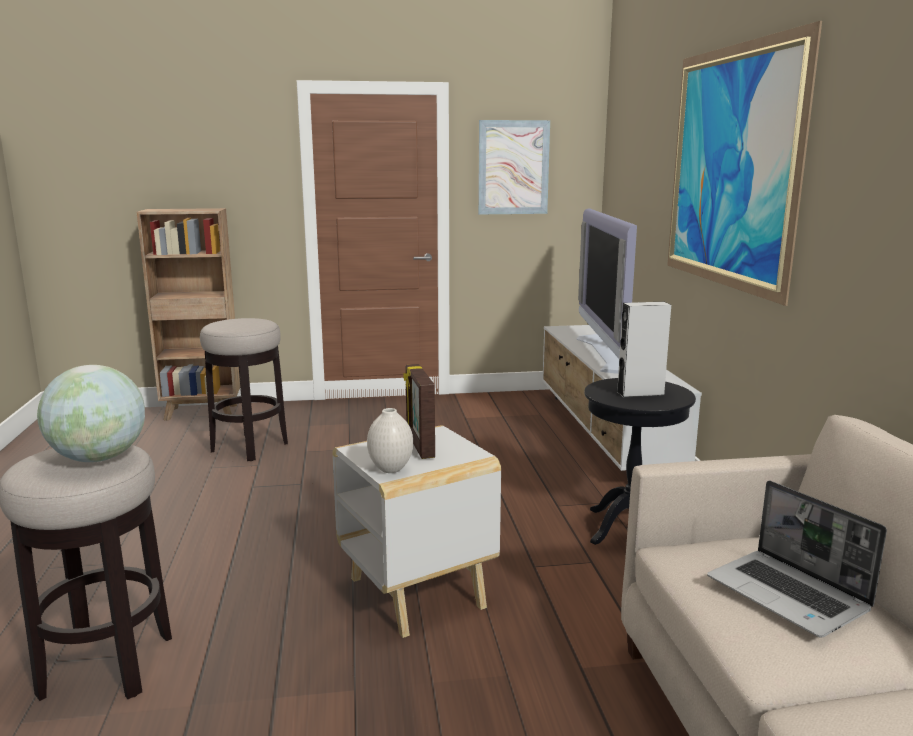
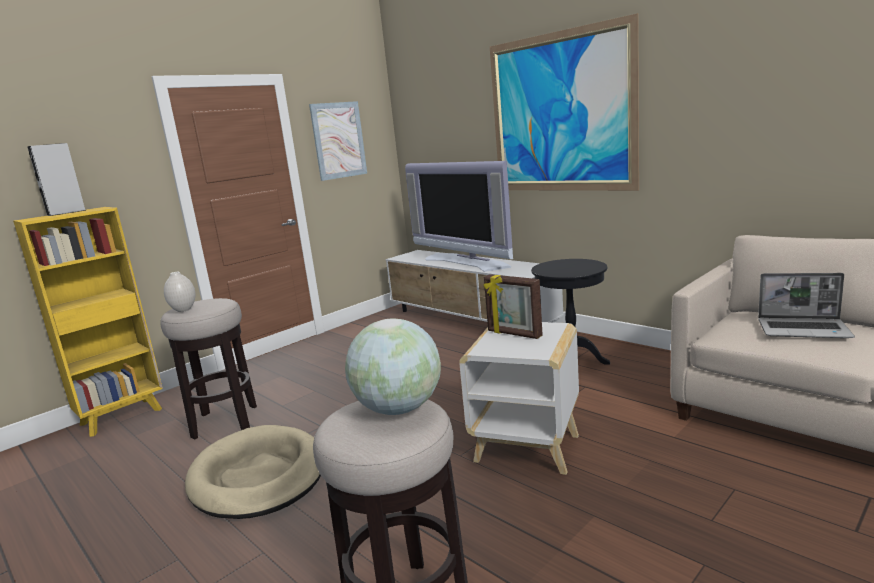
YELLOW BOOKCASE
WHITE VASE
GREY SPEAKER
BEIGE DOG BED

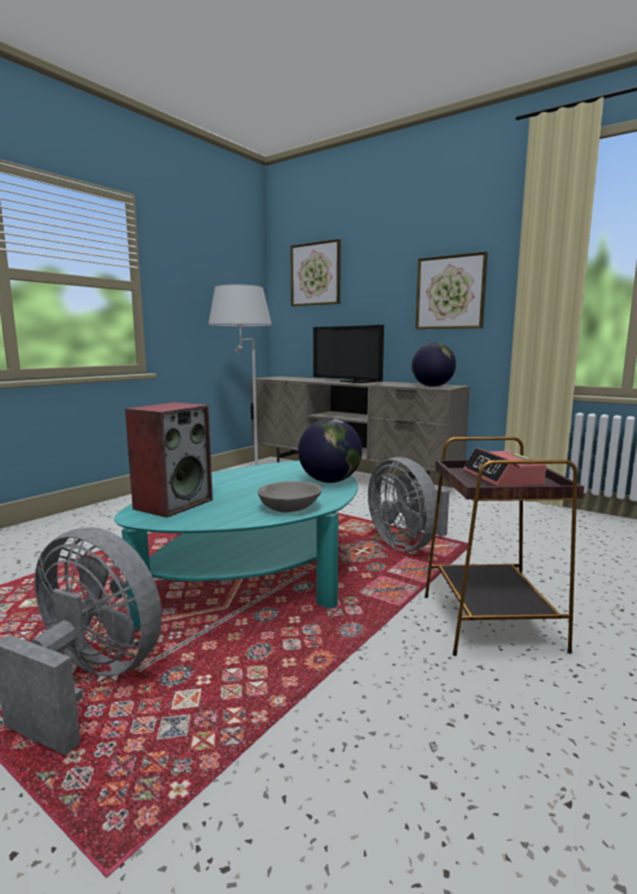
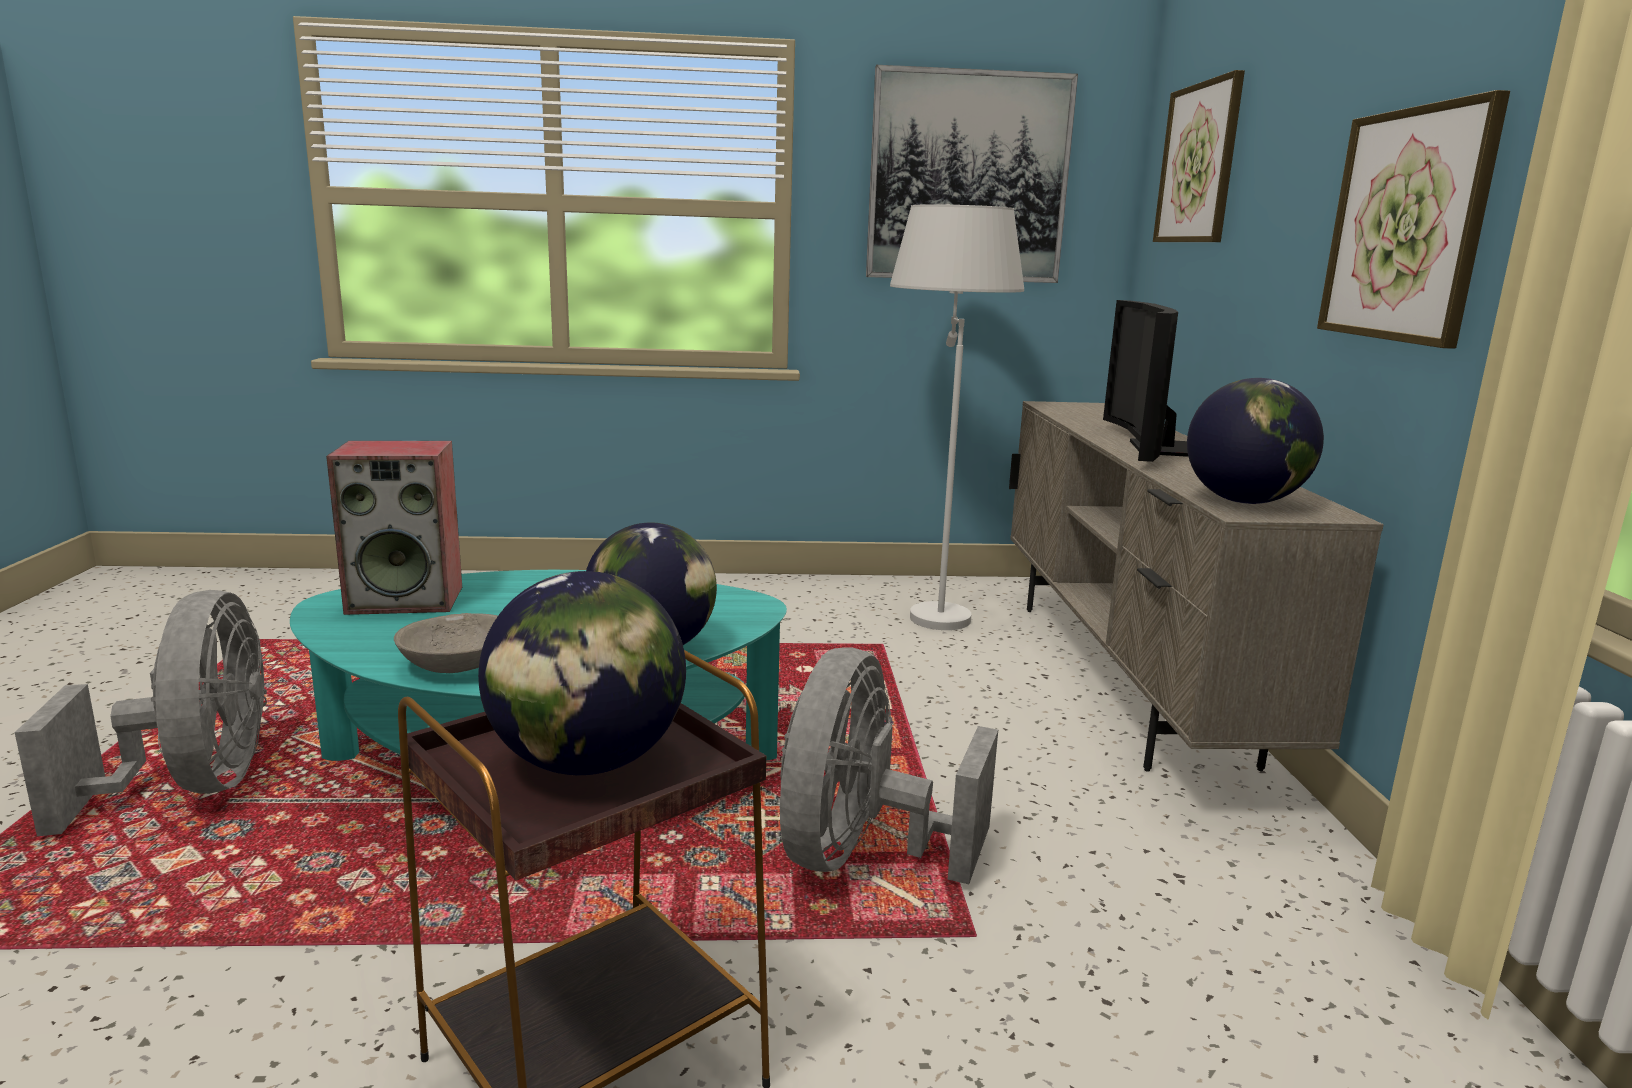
GLOBE (1st from left)
PICTURE (1st from left)

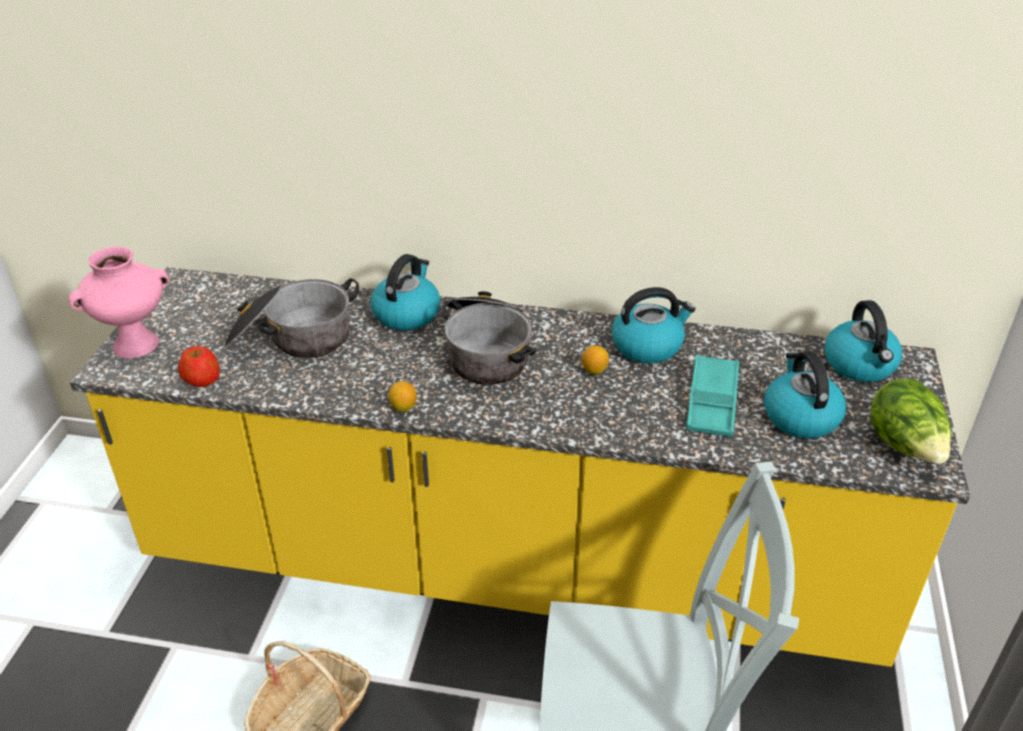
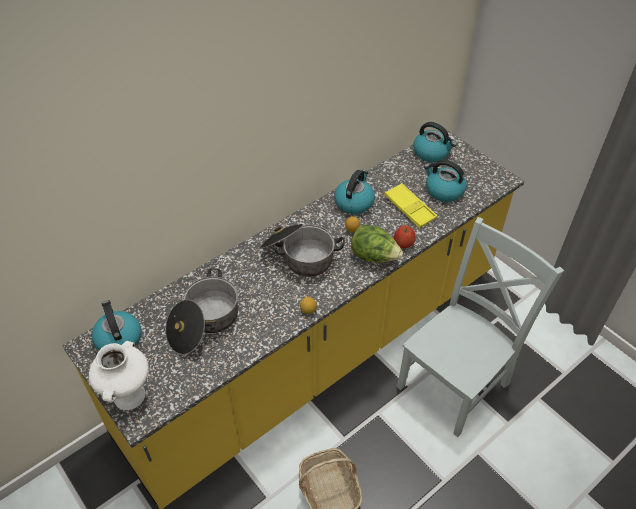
WHITE VASE
APPLE
KETTLE (1st from left)
YELLOW TRAY
LETTUCE

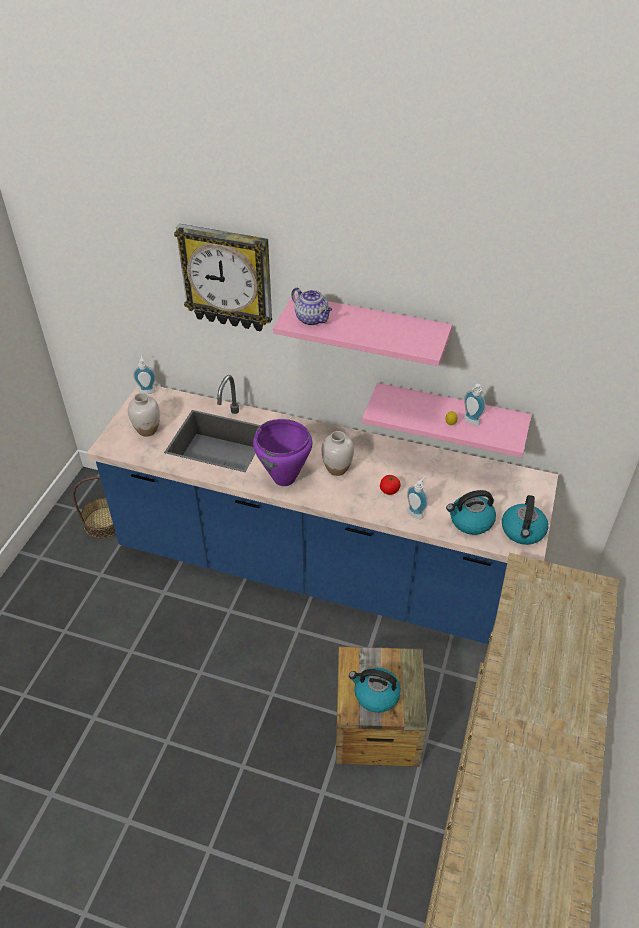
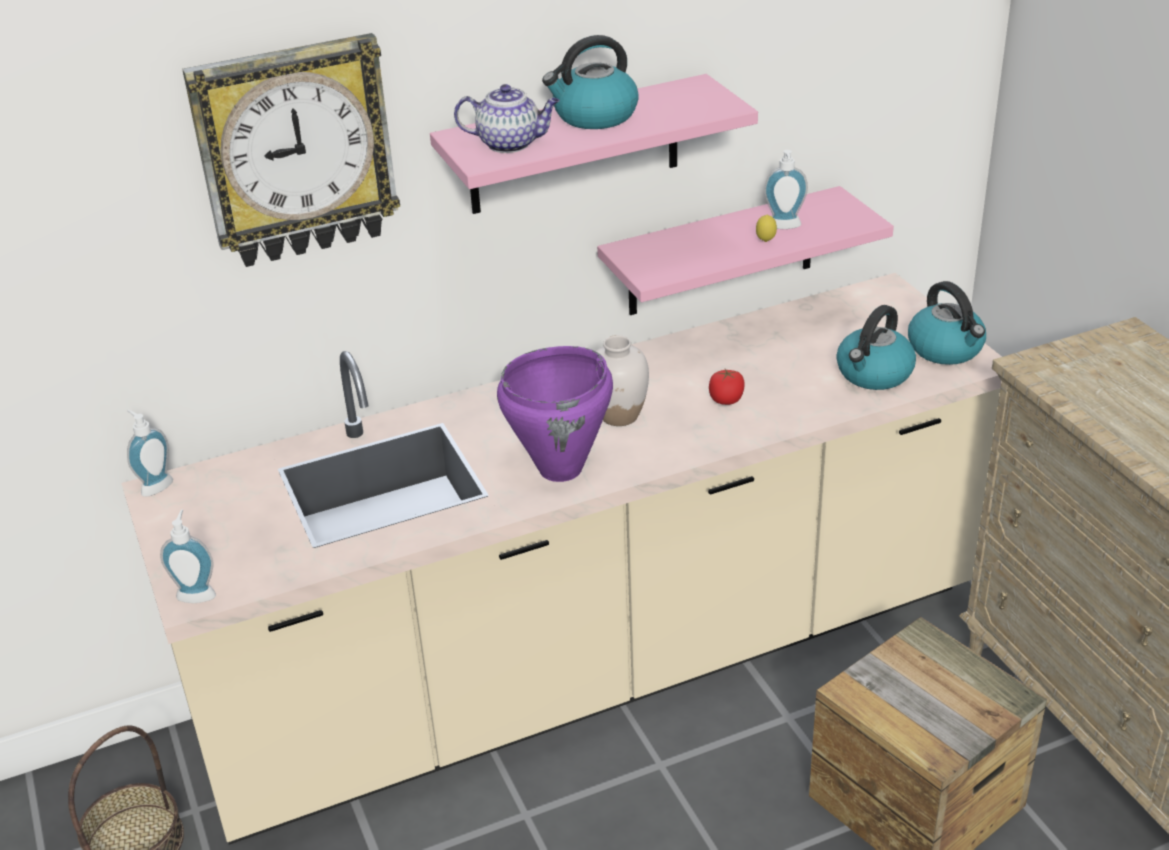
BEIGE COUNTER
WHITE VASE (1st from left in the first image)
KETTLE (1st from left)
SOAP DISPENSER (2nd from left)

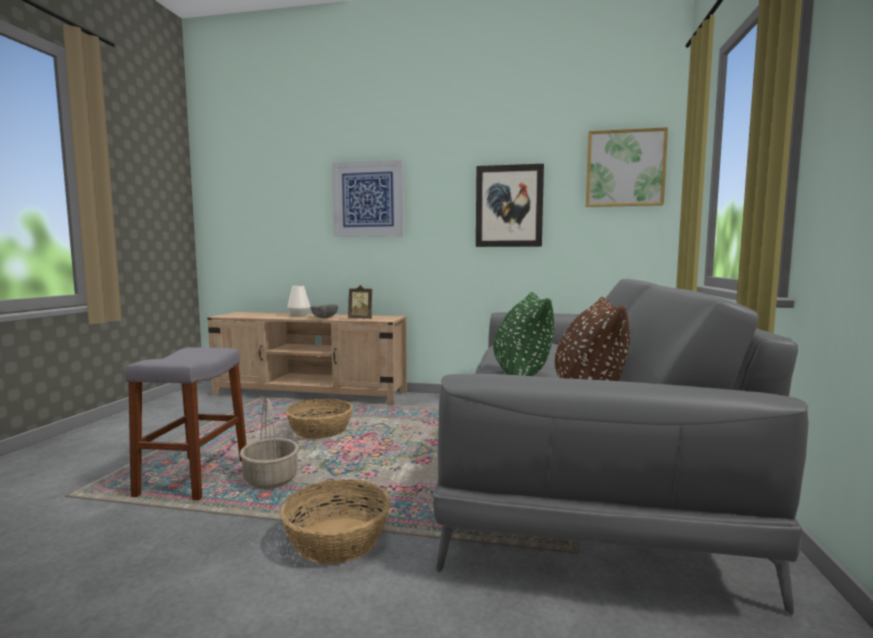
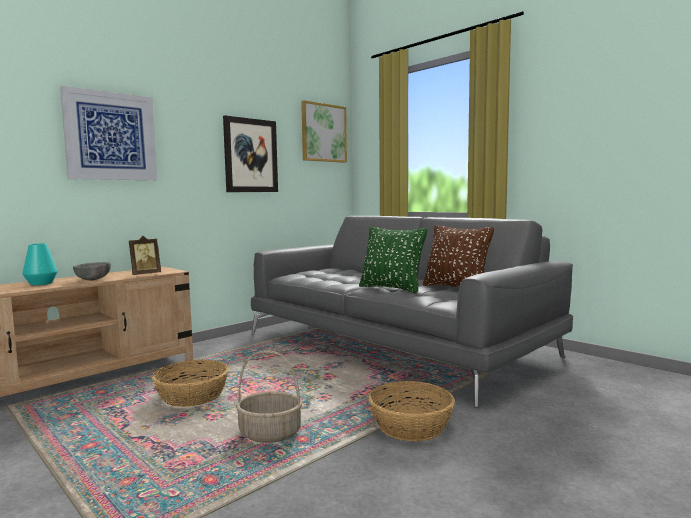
GREY STOOL
TURQUOISE VASE

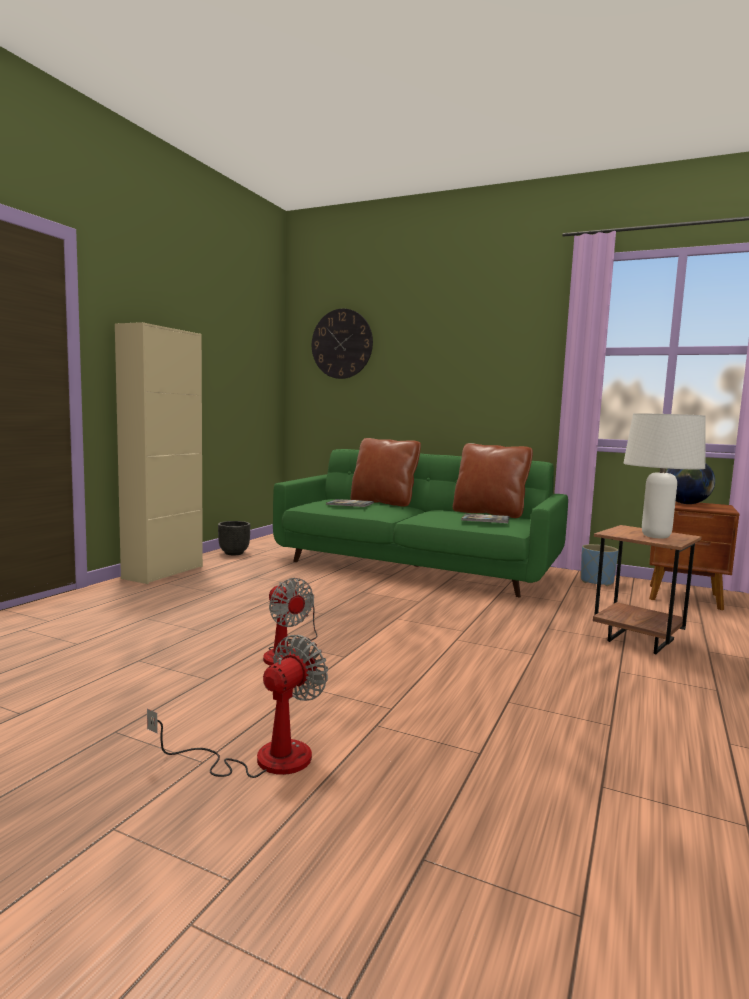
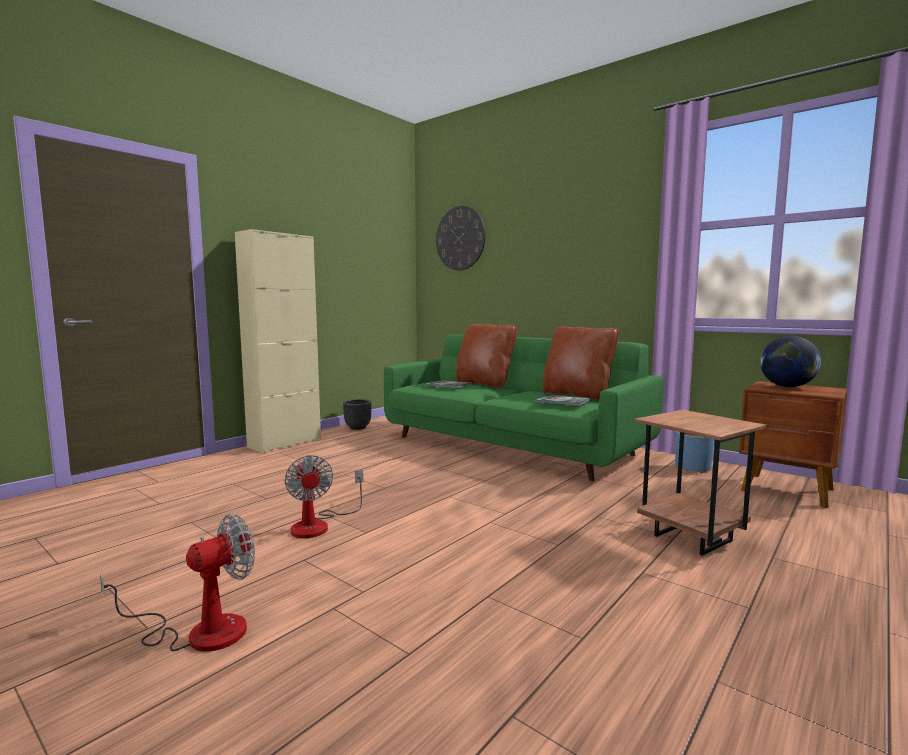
WHITE TABLE LAMP

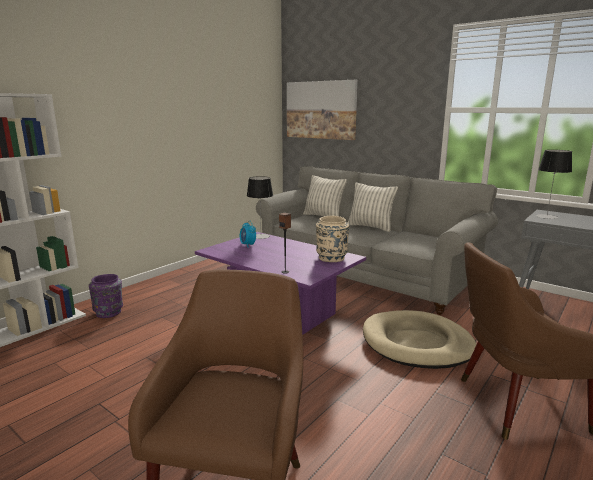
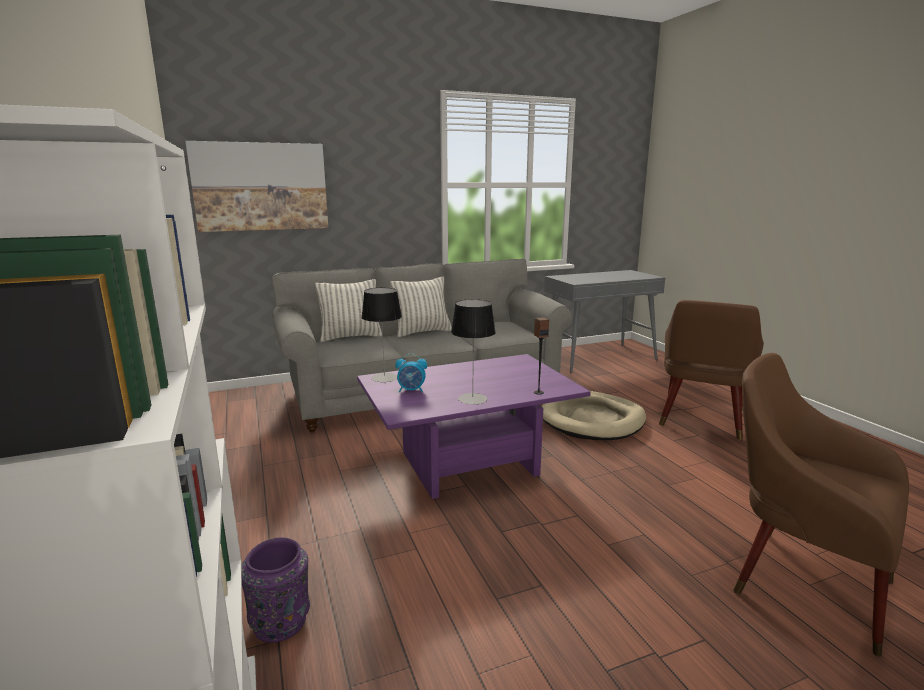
BEIGE VASE
TABLE LAMP (2nd from left)

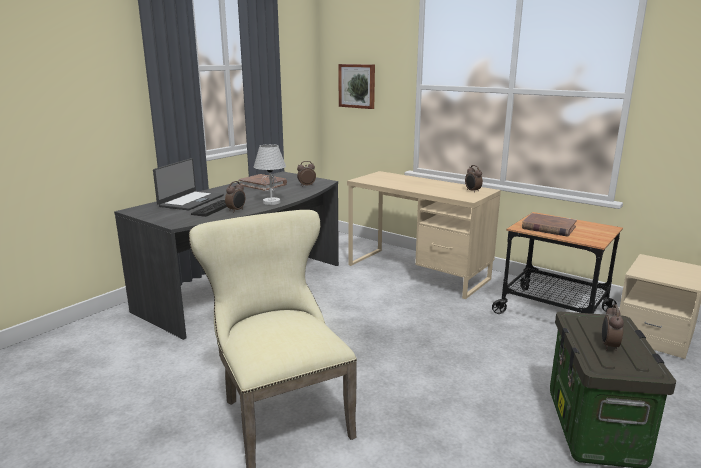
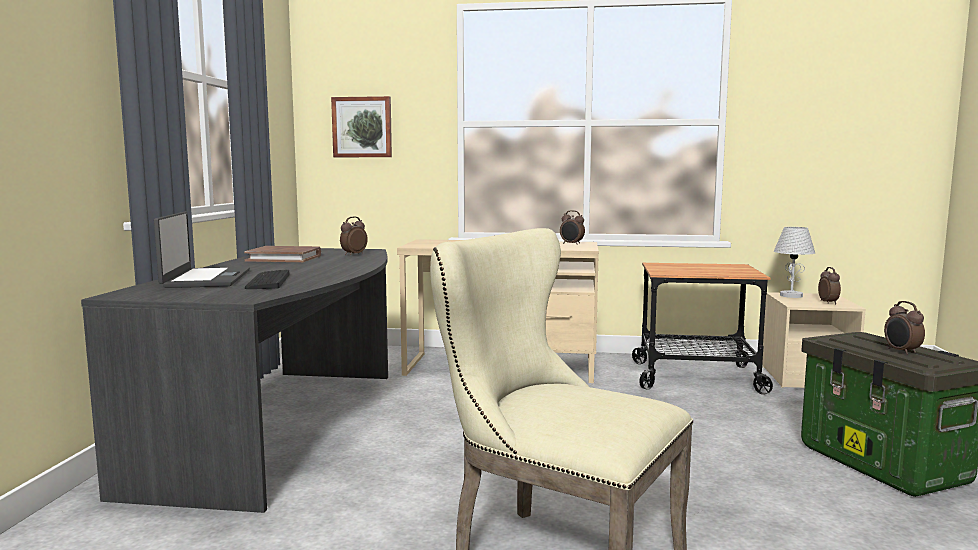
ALARM CLOCK (3rd from left)
WHITE TABLE LAMP
BROWN BOOK (2nd from left in the first image)

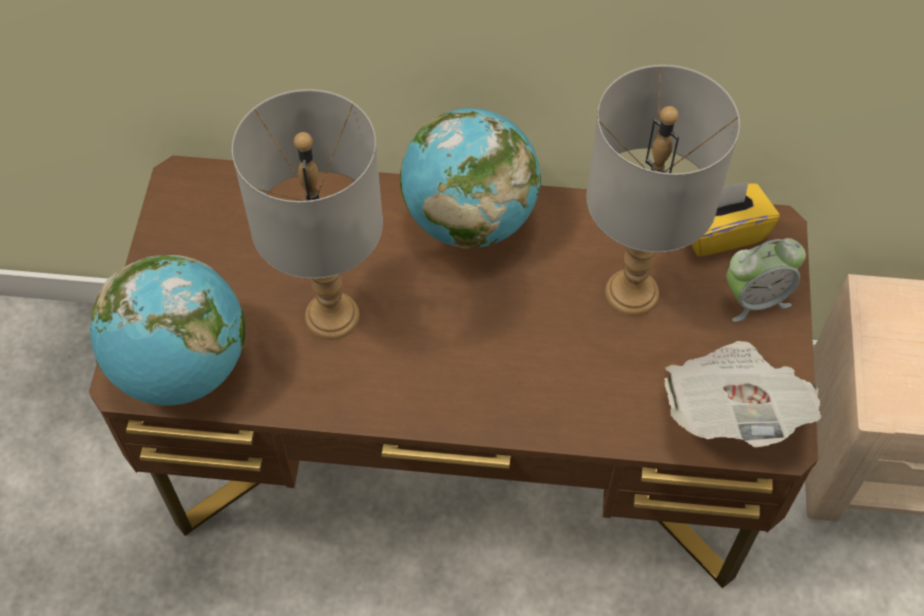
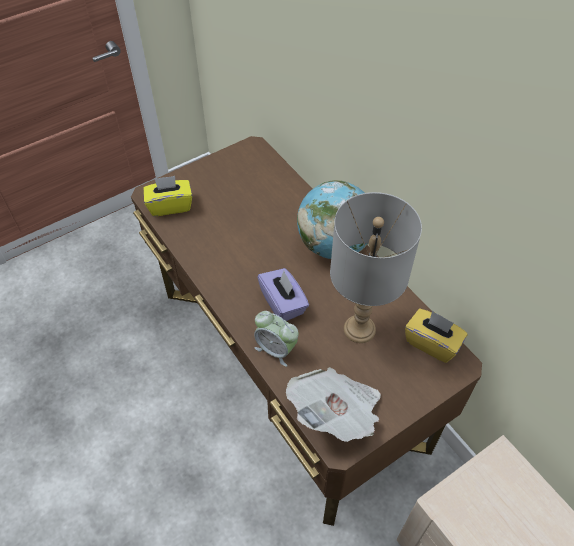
YELLOW TISSUE BOX (1st from left)
GREY TABLE LAMP (1st from left in the first image)
ALARM CLOCK
PURPLE TISSUE BOX

